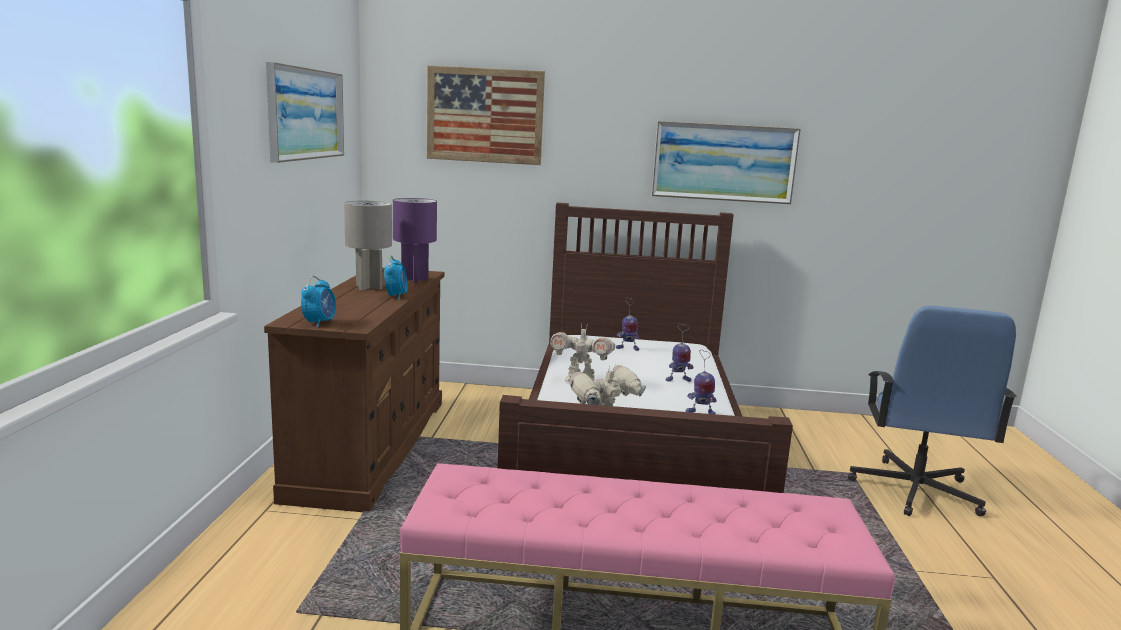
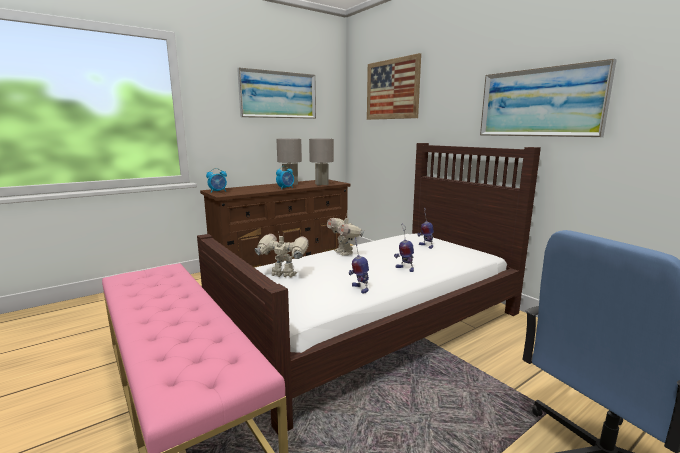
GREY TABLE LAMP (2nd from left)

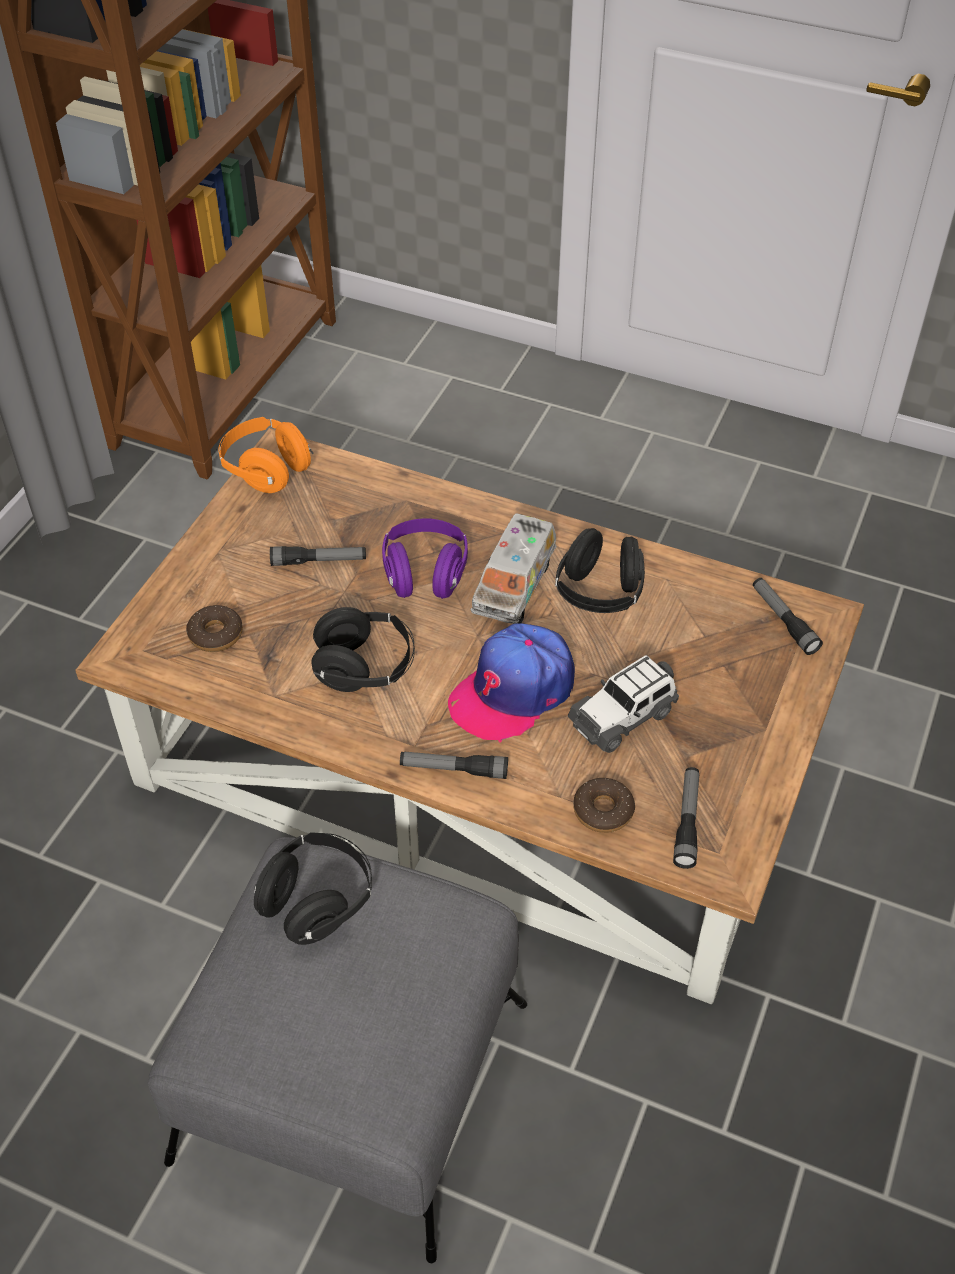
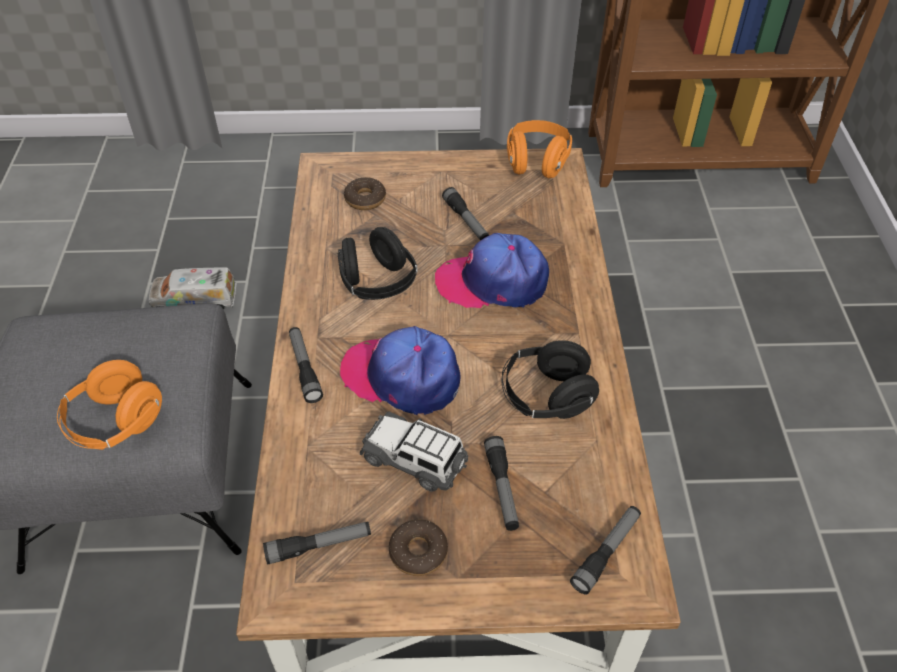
BLACK HEADPHONES (1st from left in the first image)
CAP (2nd from left)
TOY TRUCK
DONUT (2nd from left)
ORANGE HEADPHONES (1st from left)
FLASHLIGHT (4th from left)

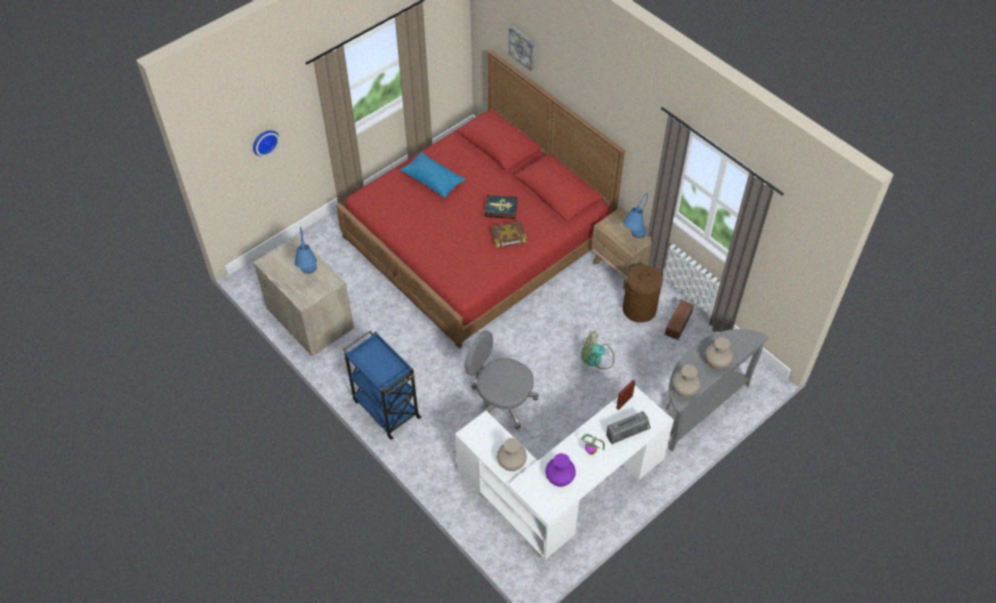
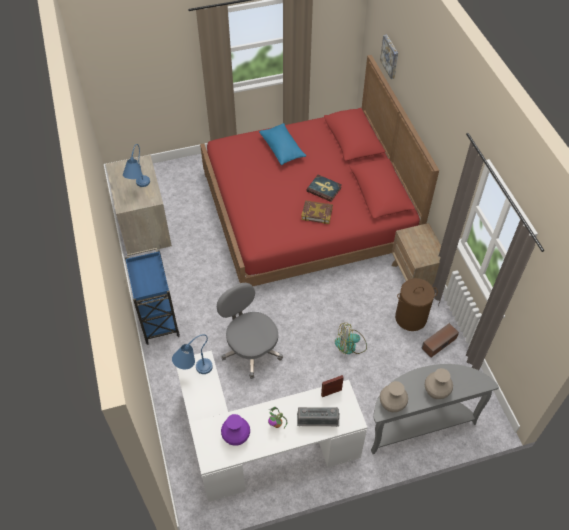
WALL CLOCK
BEIGE VASE (1st from left in the first image)
FAN
BLUE TABLE LAMP (2nd from left)

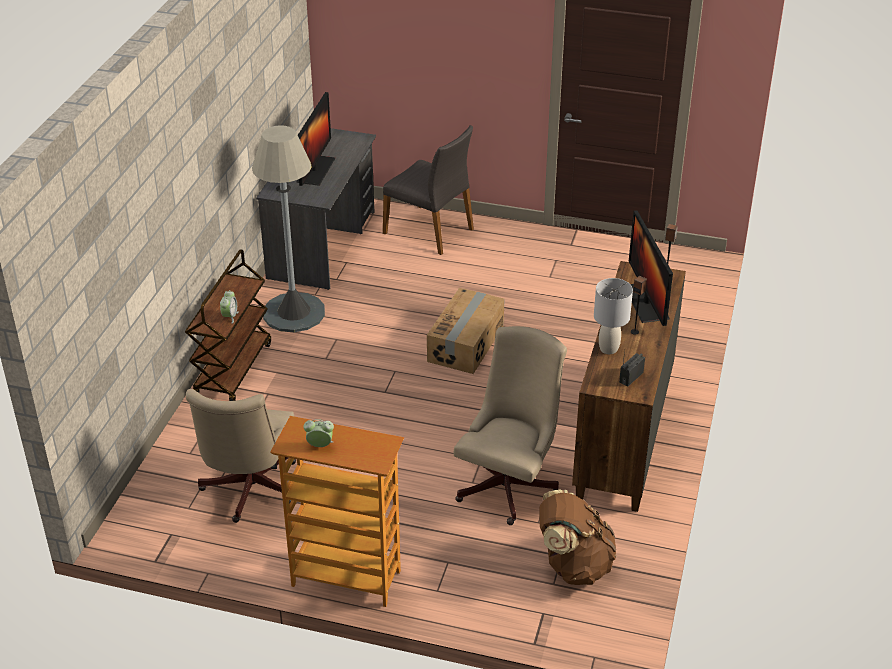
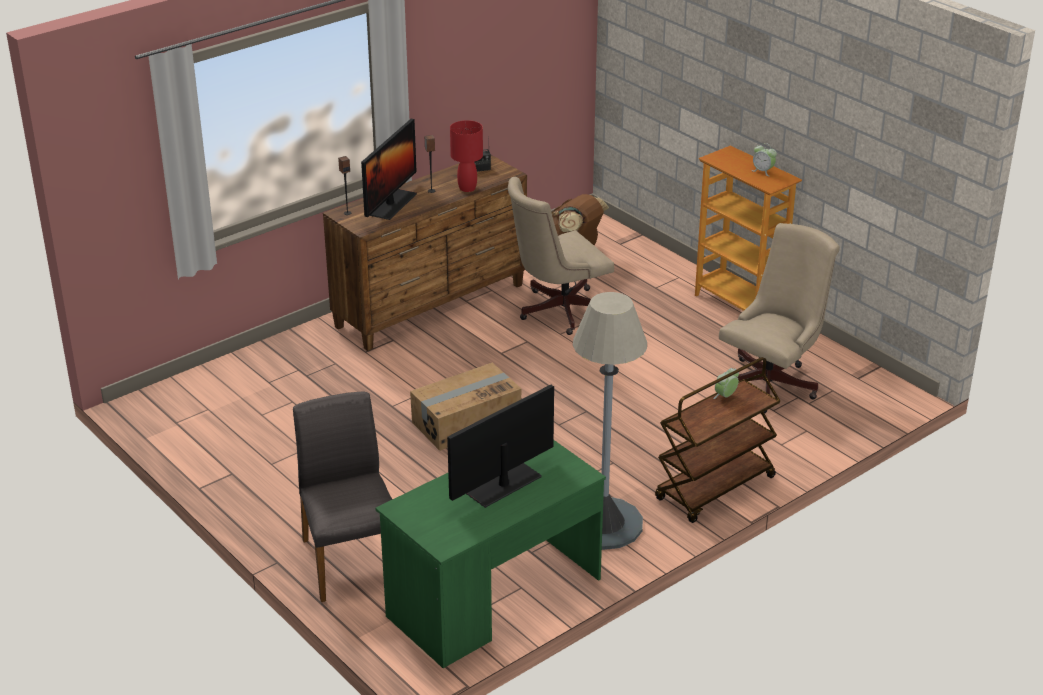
GREEN DESK
RED TABLE LAMP

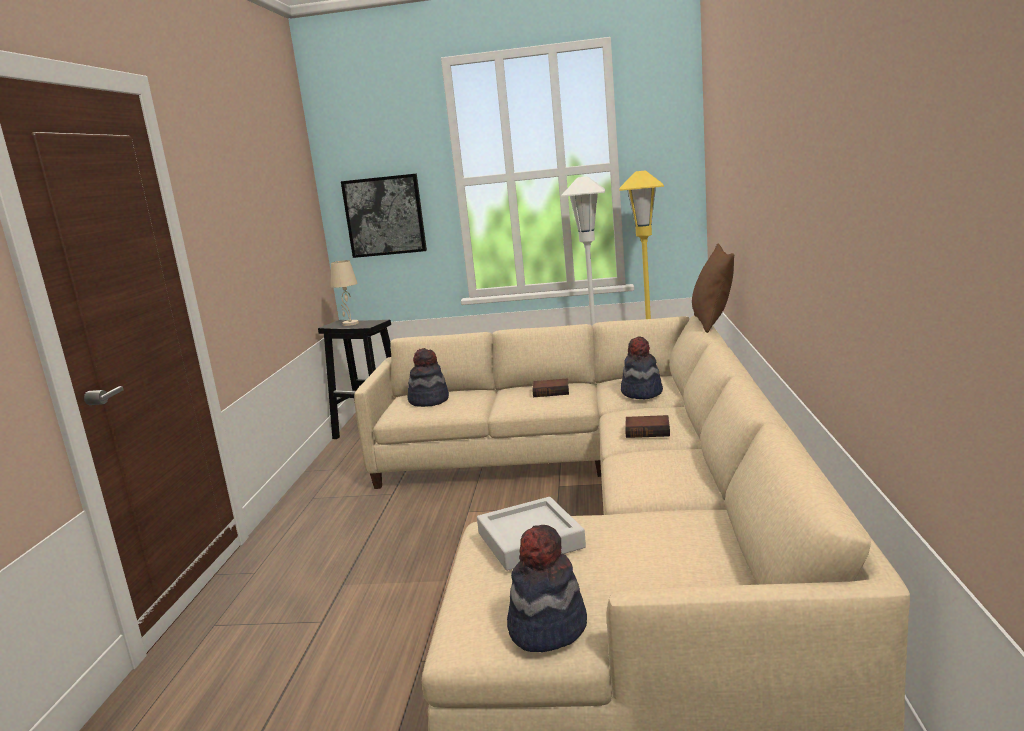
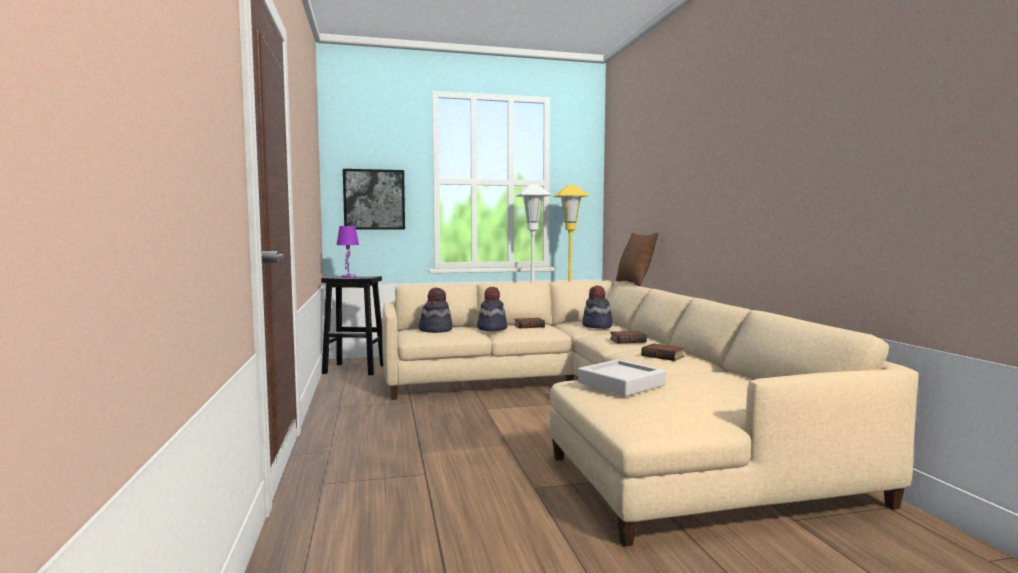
PURPLE TABLE LAMP
HAT (2nd from left)
BOOK (3rd from left)

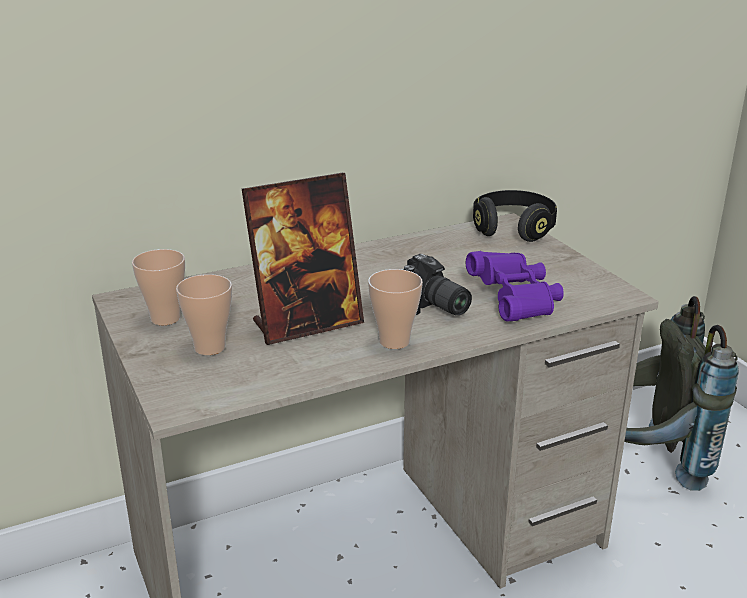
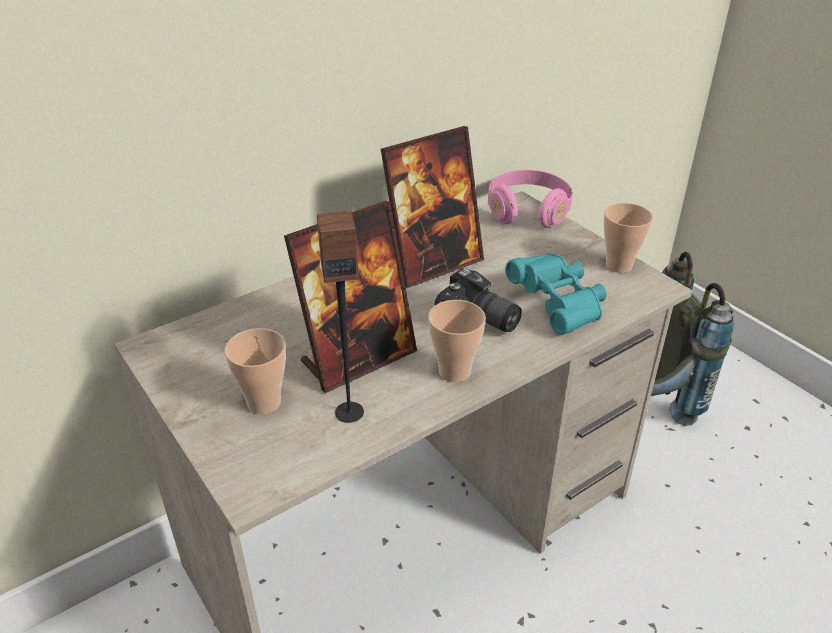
CUP (3rd from left)
TURQUOISE BINOCULARS
PINK HEADPHONES
SPEAKER
PICTURE FRAME (2nd from left)

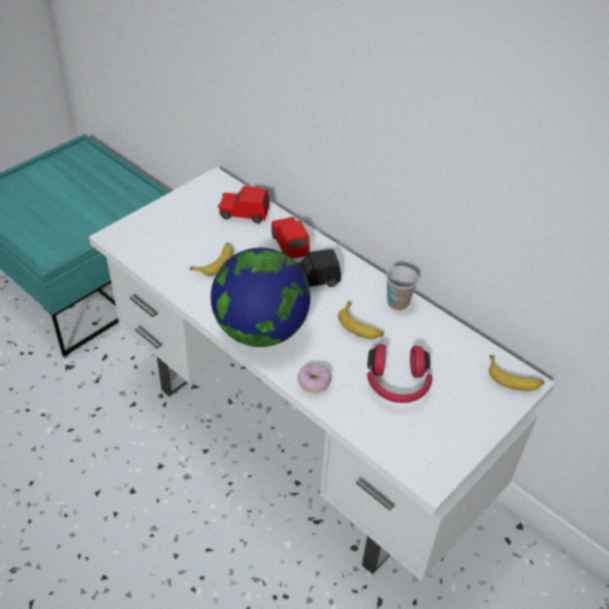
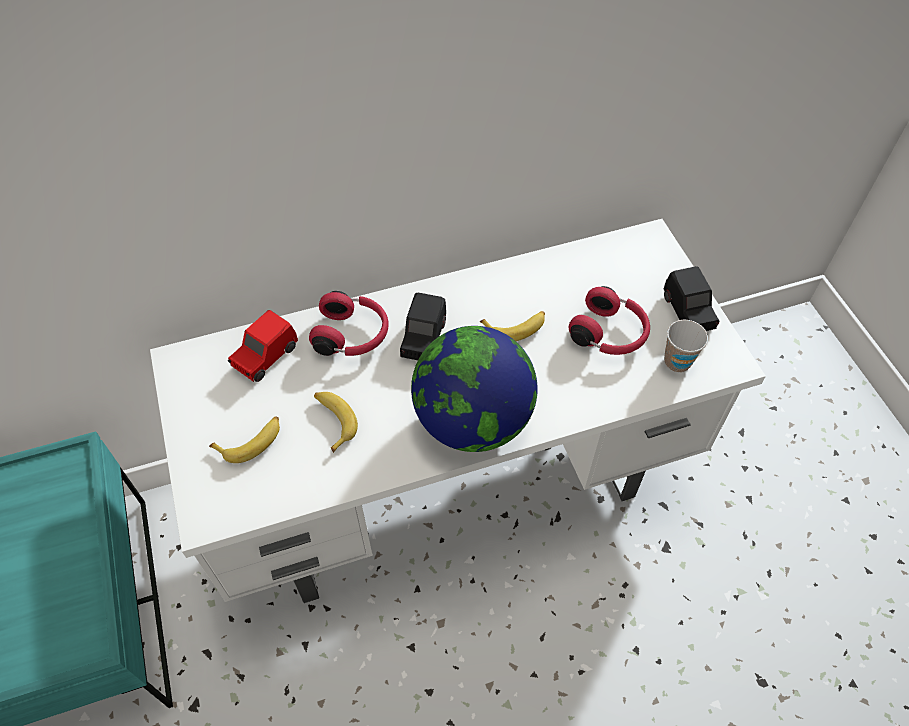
RED HEADPHONES (1st from left)
DONUT
CUP
BANANA (1st from left)
BLACK TOY CAR (2nd from left)

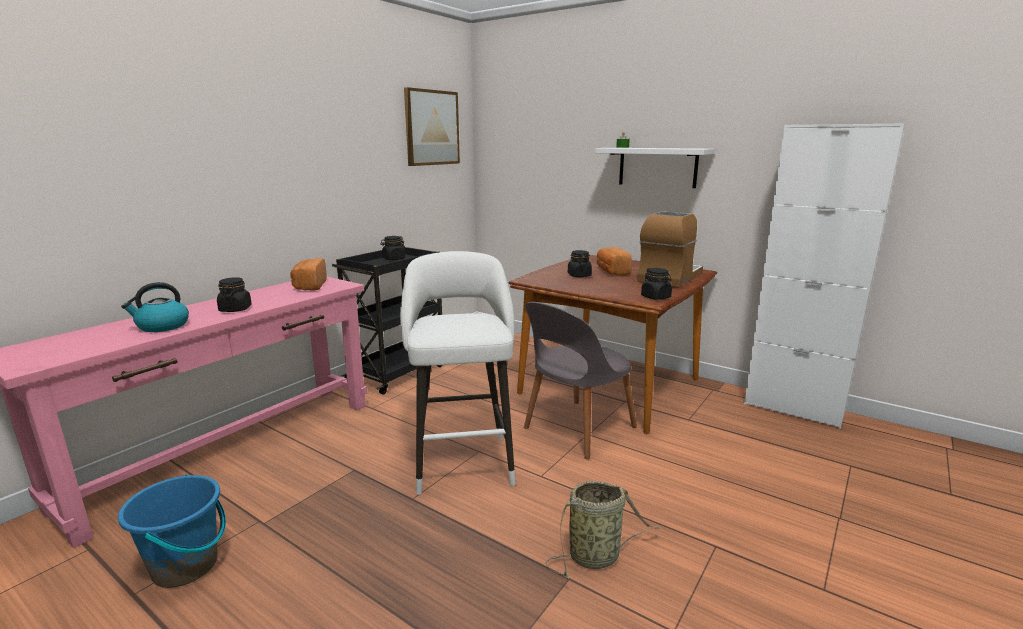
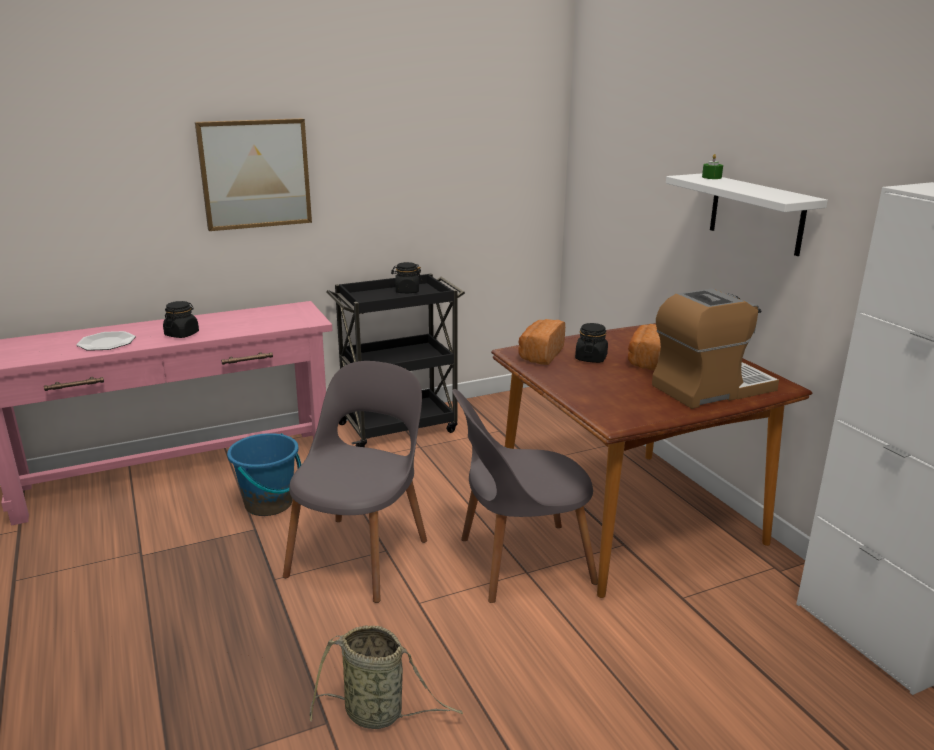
BLUE BUCKET
PLATE
BREAD (1st from left)
GREY CHAIR (1st from left)
PICTURE
BLACK JAR (4th from left in the first image)

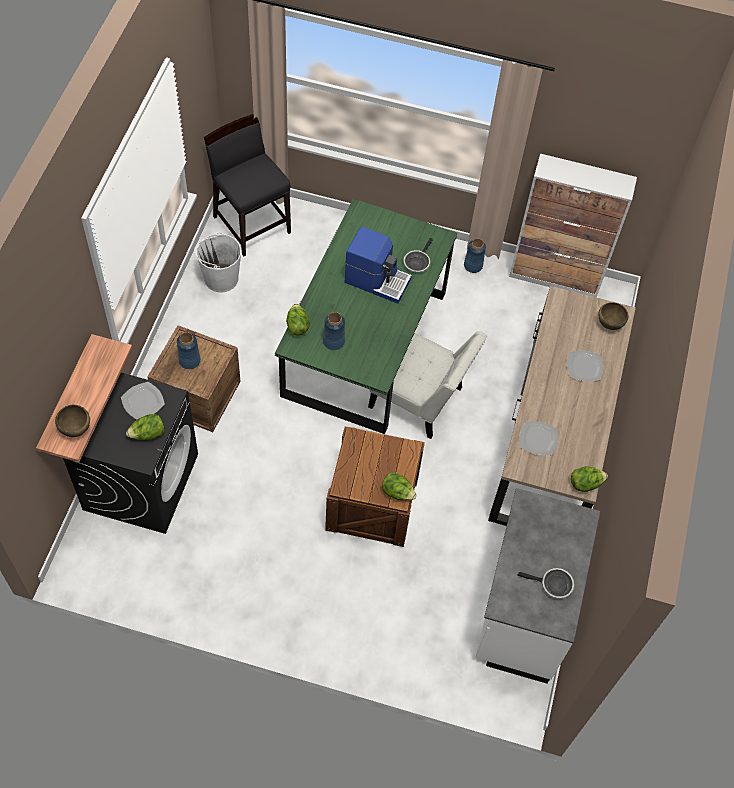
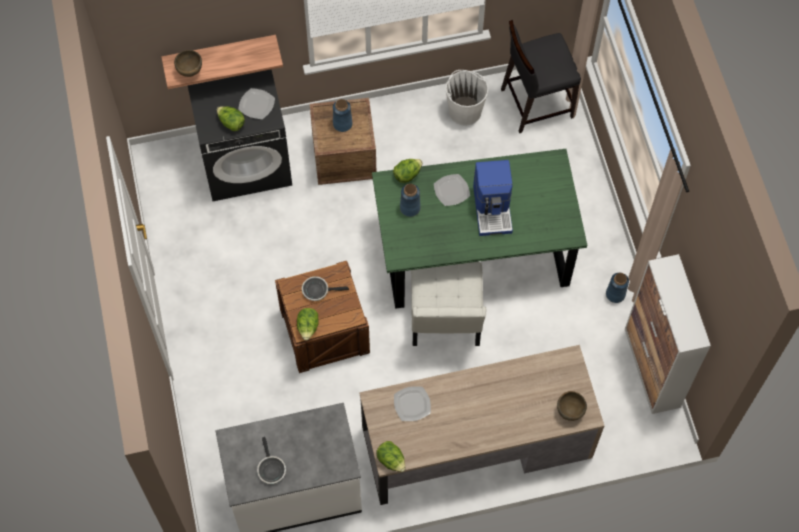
BLACK CHAIR
FRYING PAN (2nd from left)
PLATE (3rd from left)

